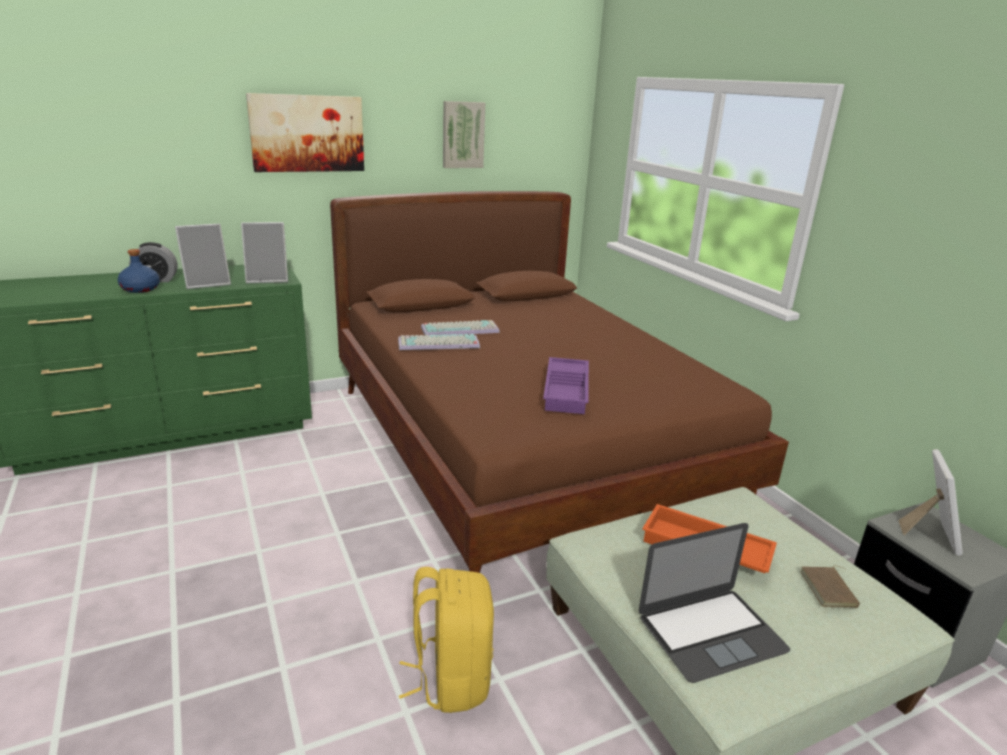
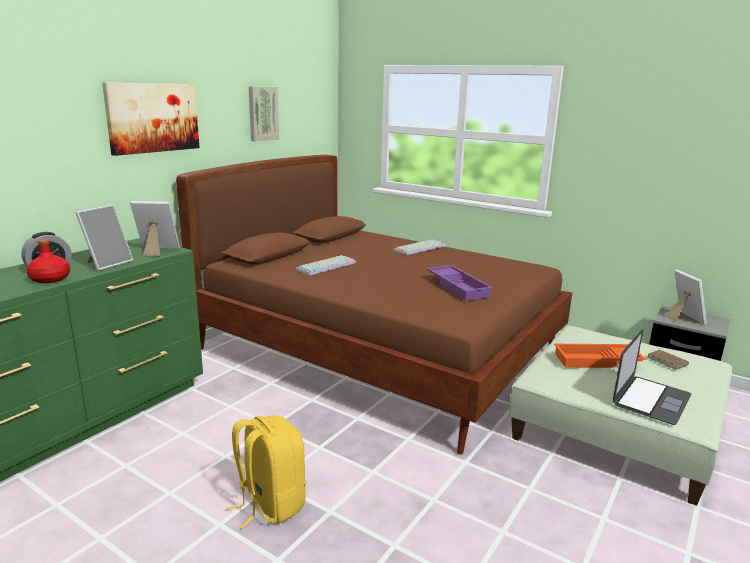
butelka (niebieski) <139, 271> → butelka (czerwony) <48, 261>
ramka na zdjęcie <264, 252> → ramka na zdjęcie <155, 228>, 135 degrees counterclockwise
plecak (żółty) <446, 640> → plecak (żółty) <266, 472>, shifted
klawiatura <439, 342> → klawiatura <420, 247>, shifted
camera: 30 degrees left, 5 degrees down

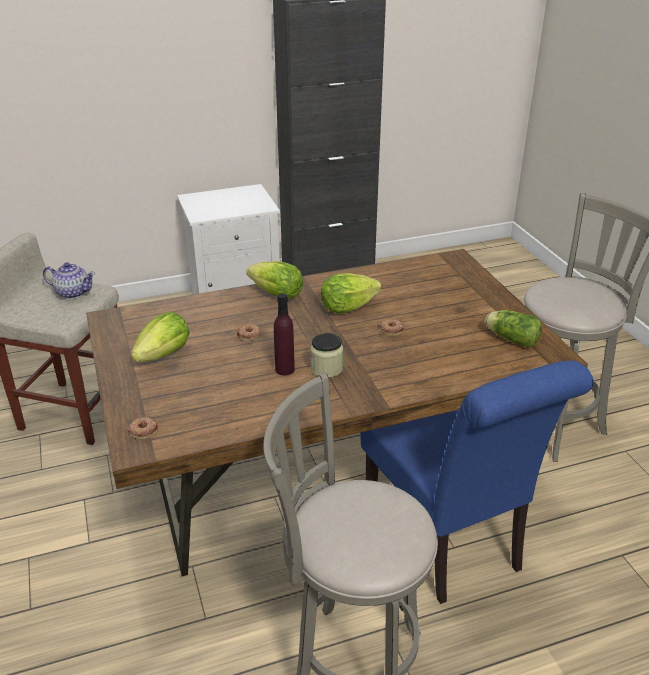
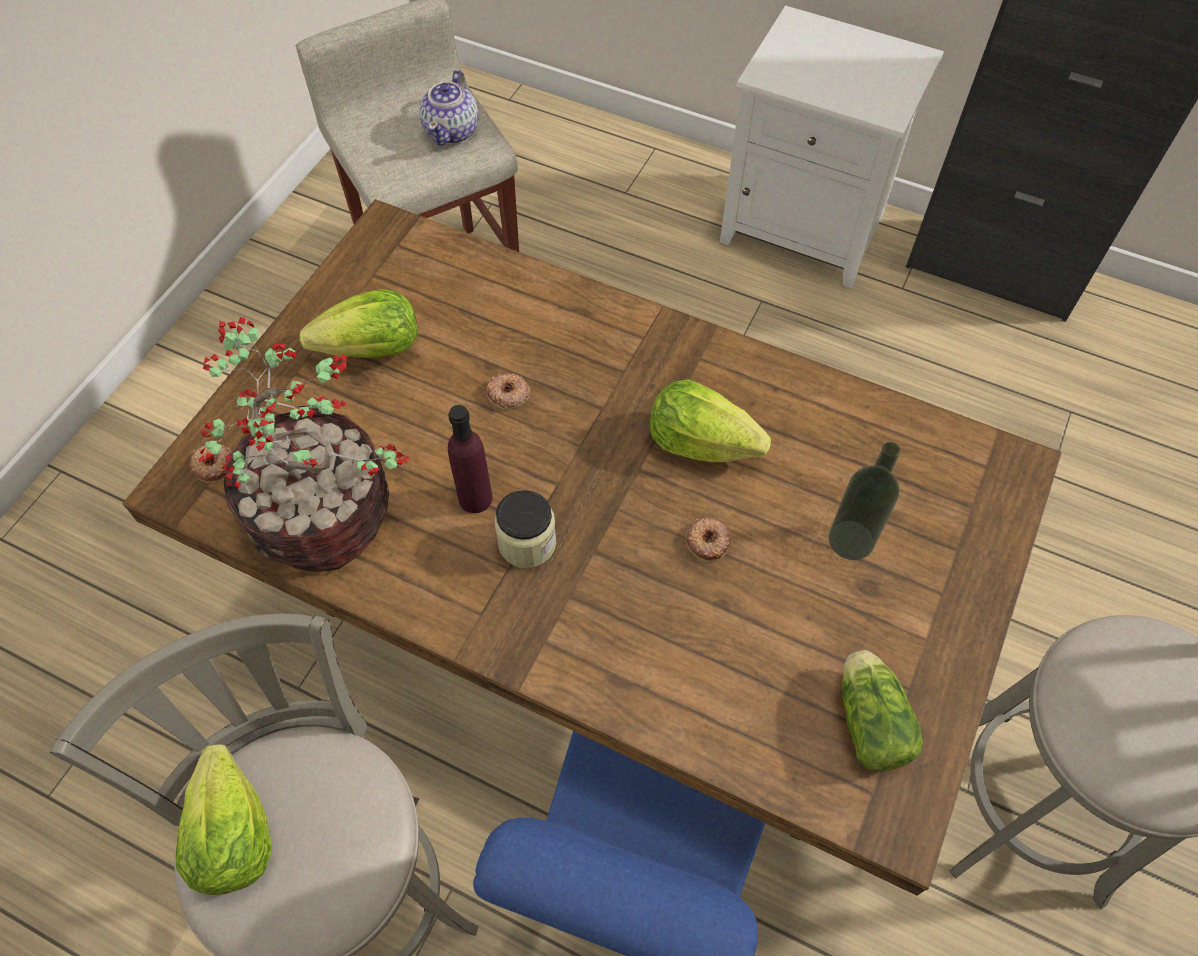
sałata <274, 280> → sałata <224, 819>, shifted
- → roślina doniczkowa <304, 444>
imbryk <69, 280> → imbryk <449, 107>, 45 degrees clockwise
- → butelka <865, 501>
camera: 45 degrees right, 25 degrees up

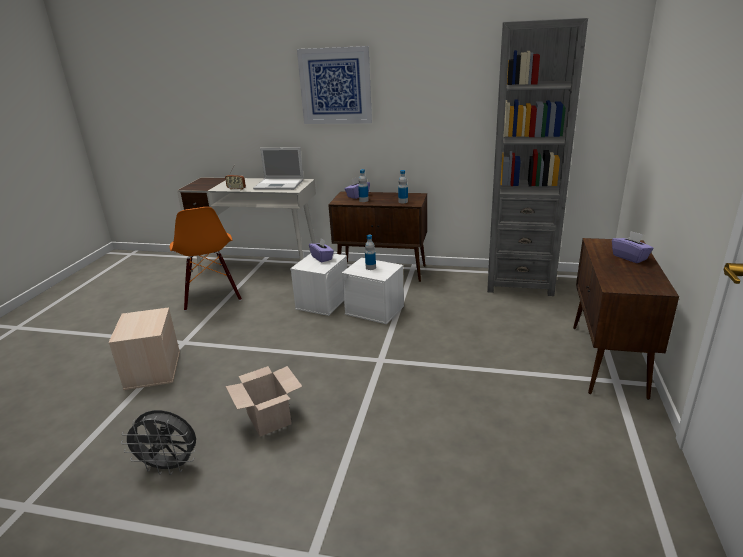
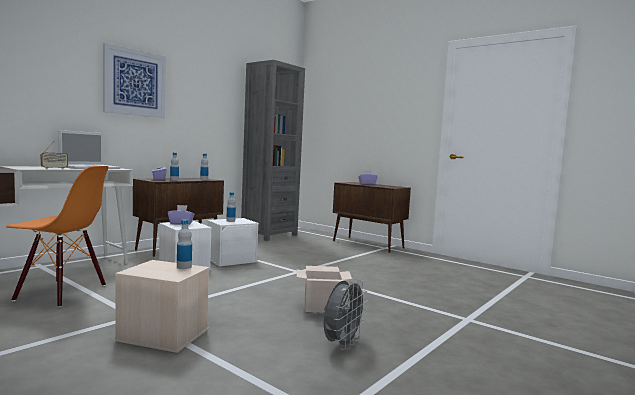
- → butelka <184, 244>
camera: 65 degrees left, 20 degrees down

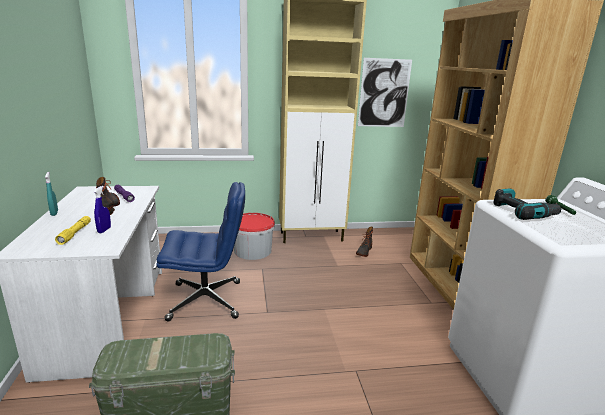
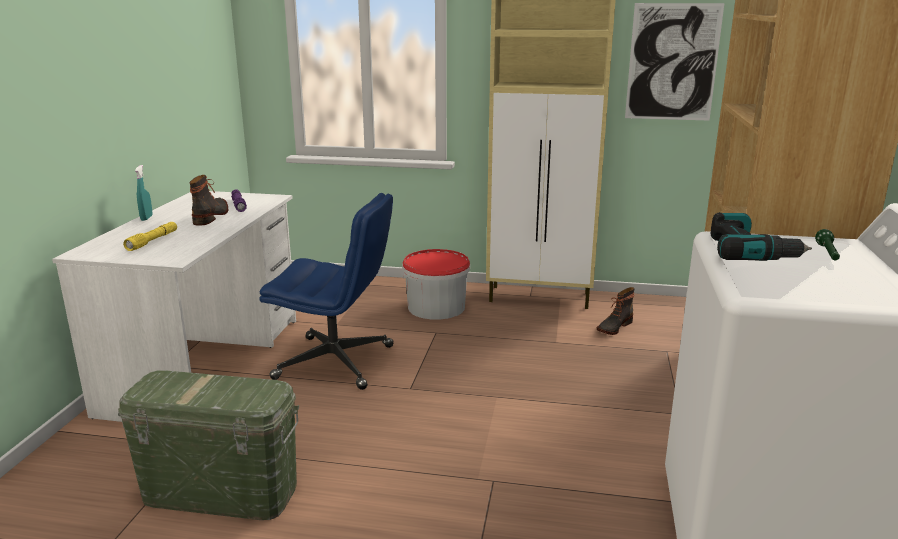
spryskiwacz (niebieski) <102, 209> → -
camera: 20 degrees right, 0 degrees up

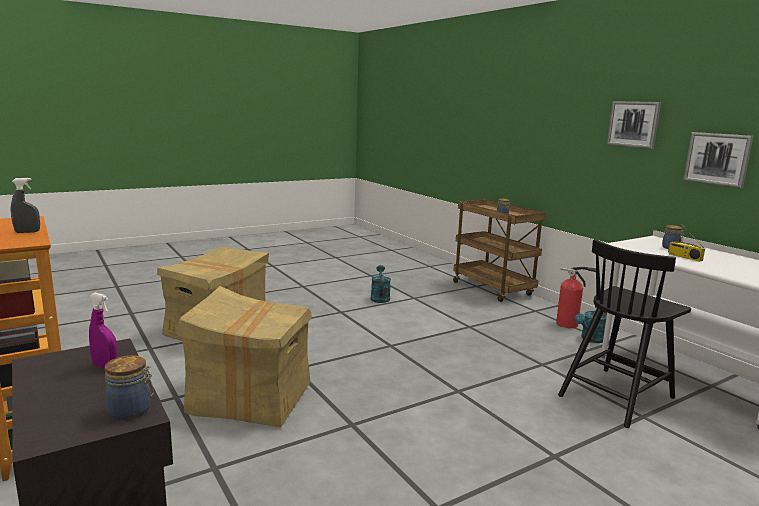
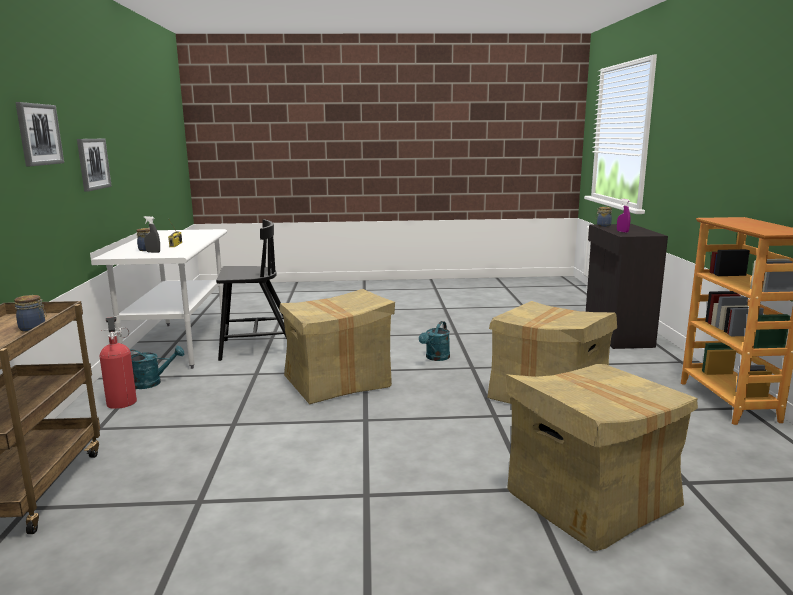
spryskiwacz (szary) <25, 205> → spryskiwacz (szary) <151, 234>, shifted
- → karton <337, 346>
konewka (turkusowy) <381, 284> → konewka (turkusowy) <434, 341>, shifted
camera: 150 degrees left, 0 degrees up

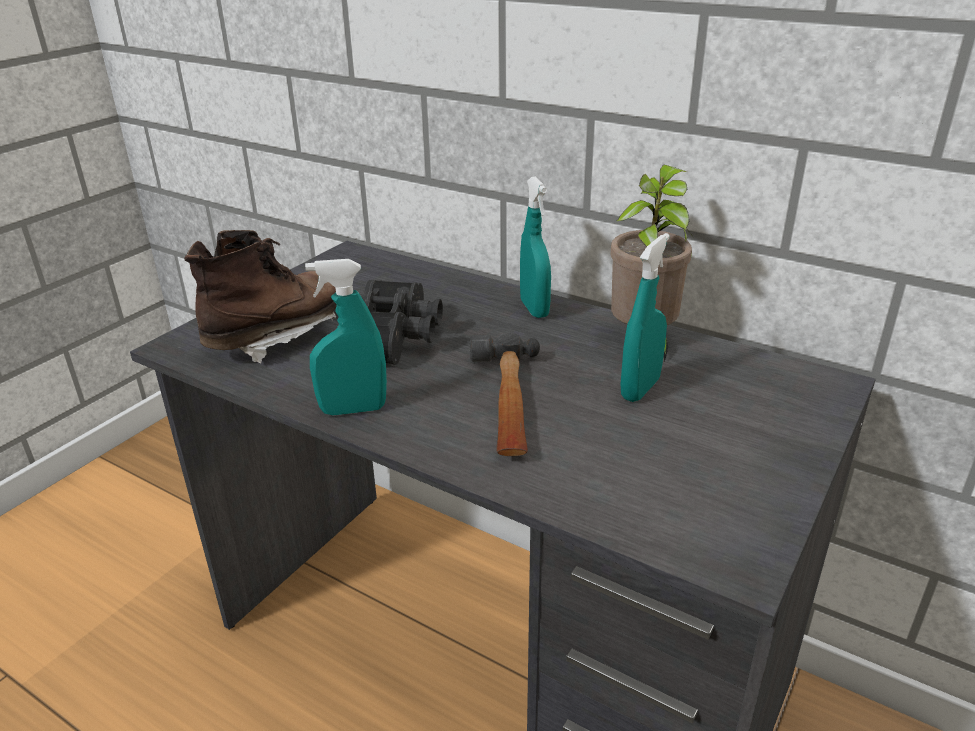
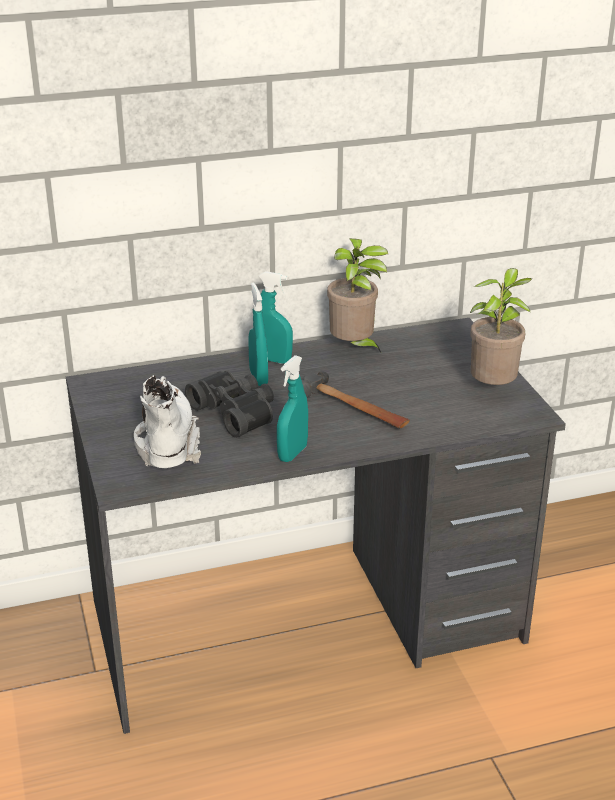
but z cholewką (brązowy) <260, 297> → but z cholewką (biały) <167, 421>
spryskiwacz (turkusowy) <645, 317> → spryskiwacz (turkusowy) <258, 334>, shifted
- → roślina doniczkowa <501, 326>
camera: 50 degrees left, 0 degrees up

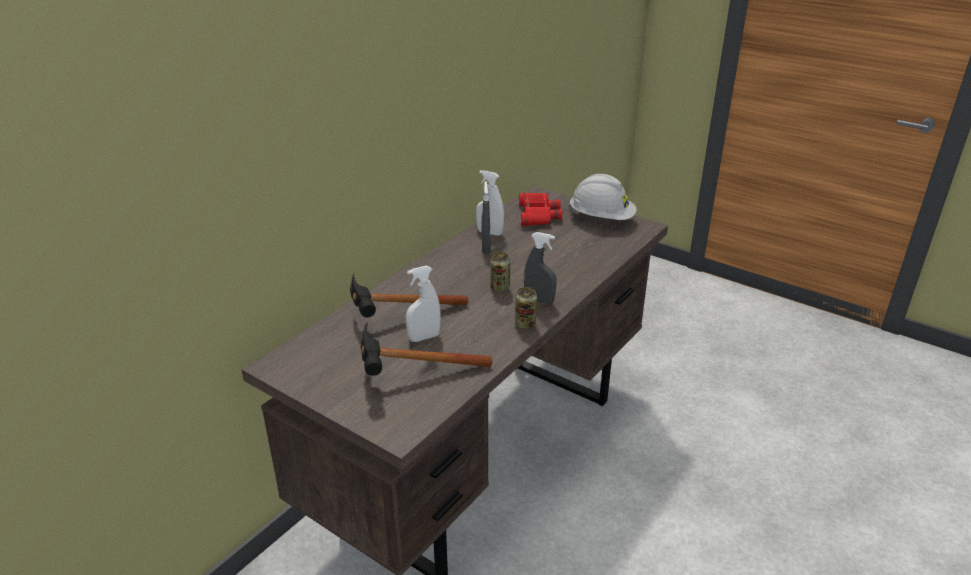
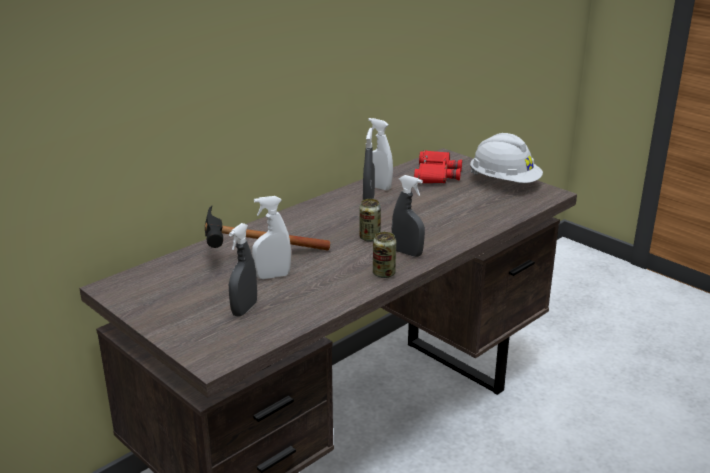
młotek <426, 349> → spryskiwacz (szary) <243, 270>
camera: 10 degrees right, 5 degrees down

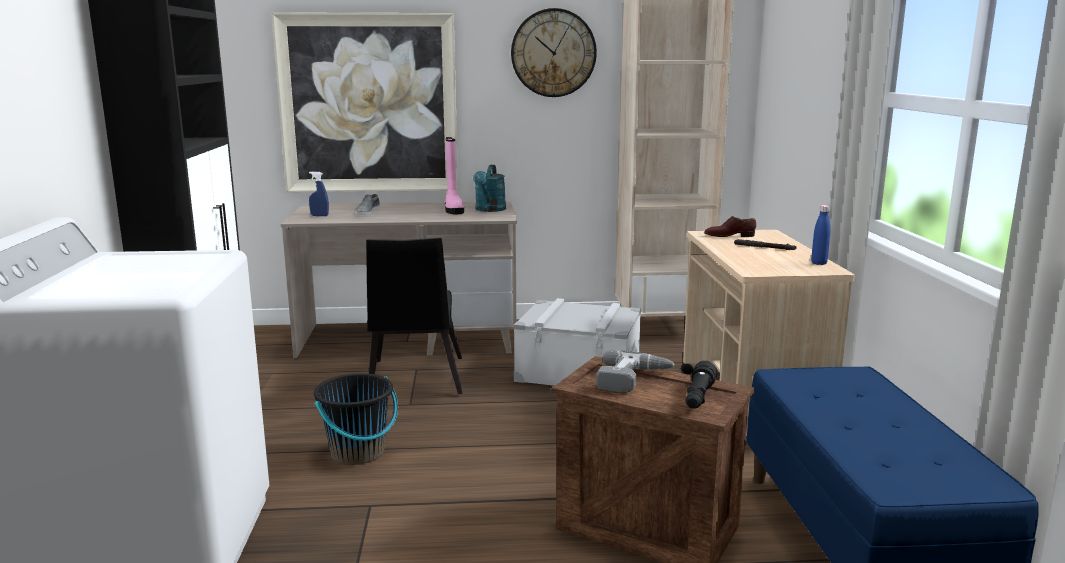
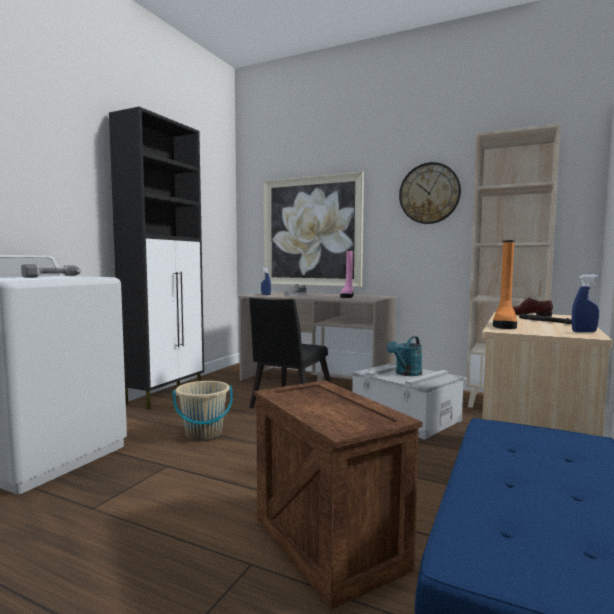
wiertarka <635, 371> → wiertarka <51, 271>, shifted
wiadro (czarny) <356, 419> → wiadro (beżowy) <203, 411>
konewka (turkusowy) <489, 188> → konewka (turkusowy) <404, 356>, shifted
- → but z cholewką (pomarańczowy) <505, 284>
butelka (niebieski) <820, 235> → spryskiwacz (niebieski) <585, 303>
latarka (czarny) <701, 385> → -
camera: 30 degrees right, 10 degrees down

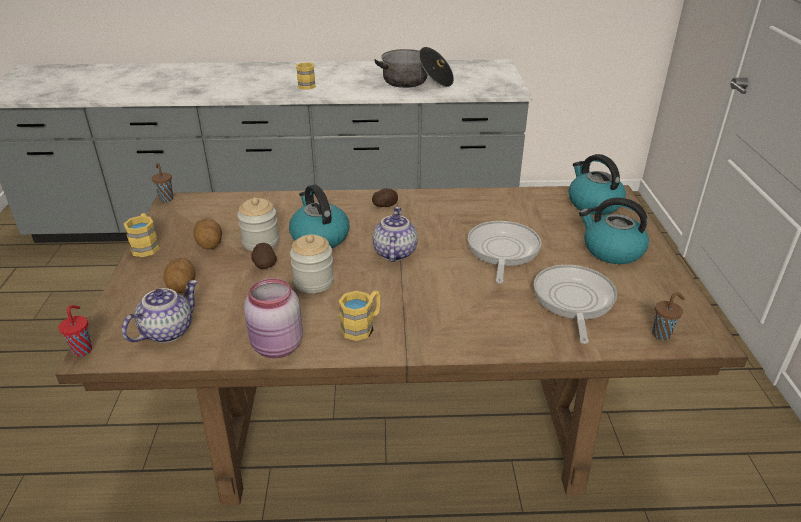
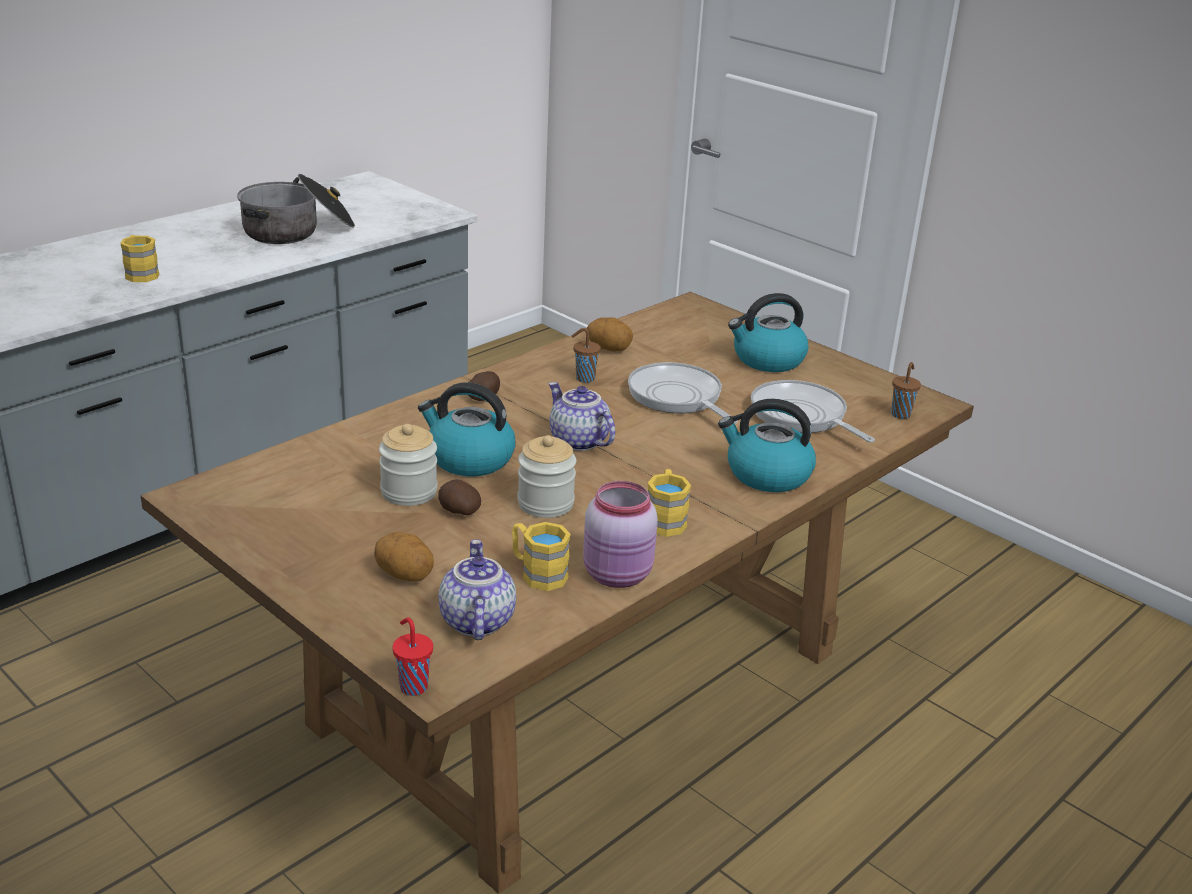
kubek (żółty) <142, 235> → kubek (żółty) <541, 556>, shifted
filiżanka (brązowy) <162, 182> → filiżanka (brązowy) <586, 355>, shifted
ziemniak <207, 234> → ziemniak <610, 334>, shifted
czajnik <597, 184> → czajnik <767, 445>, shifted
camera: 45 degrees left, 5 degrees down

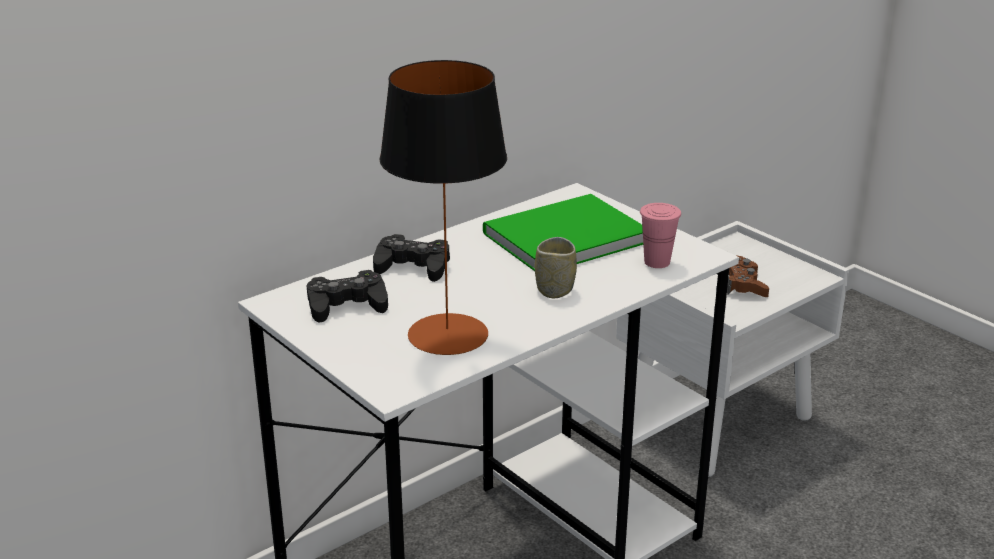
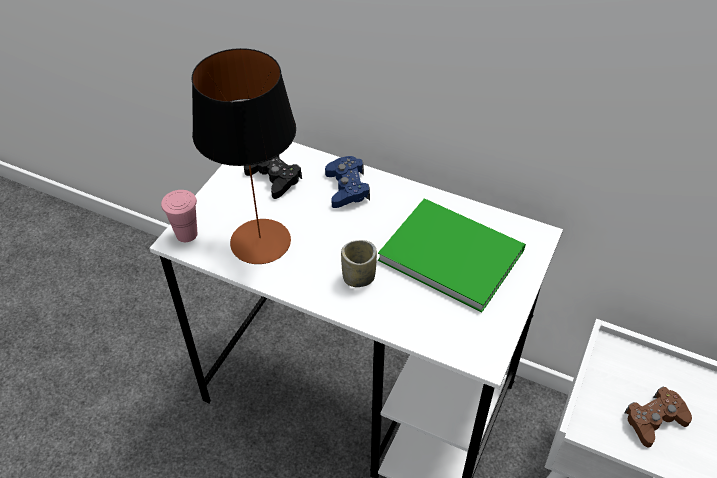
filiżanka (różowy) <660, 235> → filiżanka (różowy) <179, 216>, shifted
pad do gier (czarny) <411, 258> → pad do gier (niebieski) <347, 182>
camera: 65 degrees right, 20 degrees up

